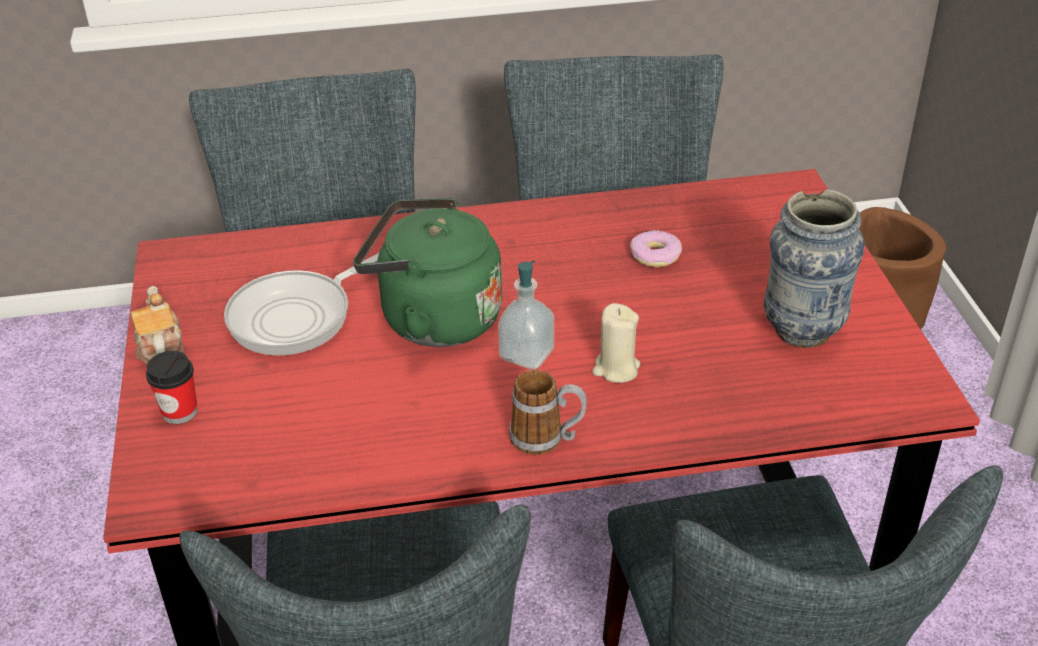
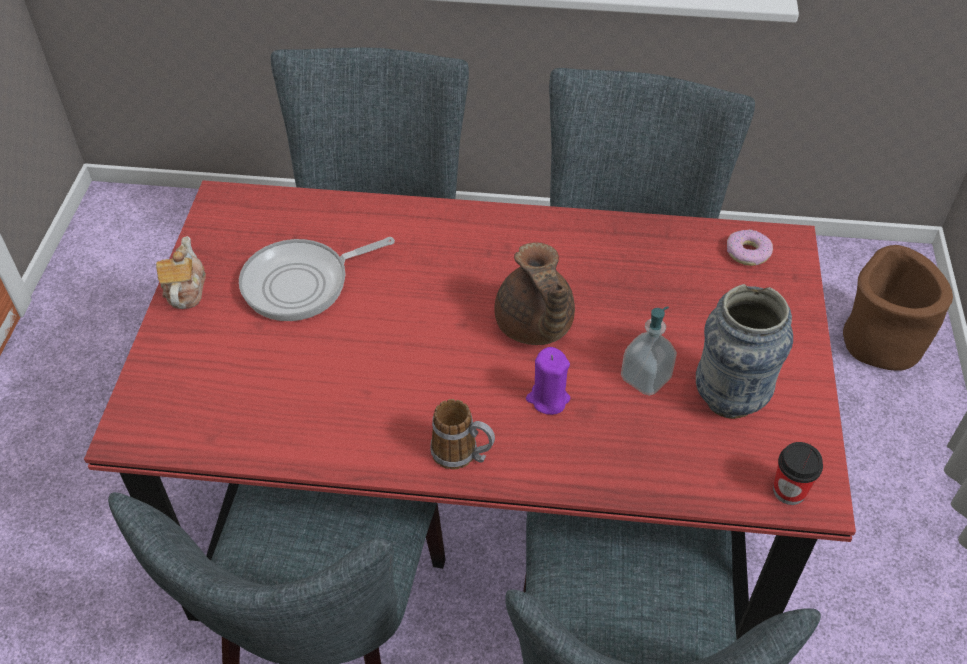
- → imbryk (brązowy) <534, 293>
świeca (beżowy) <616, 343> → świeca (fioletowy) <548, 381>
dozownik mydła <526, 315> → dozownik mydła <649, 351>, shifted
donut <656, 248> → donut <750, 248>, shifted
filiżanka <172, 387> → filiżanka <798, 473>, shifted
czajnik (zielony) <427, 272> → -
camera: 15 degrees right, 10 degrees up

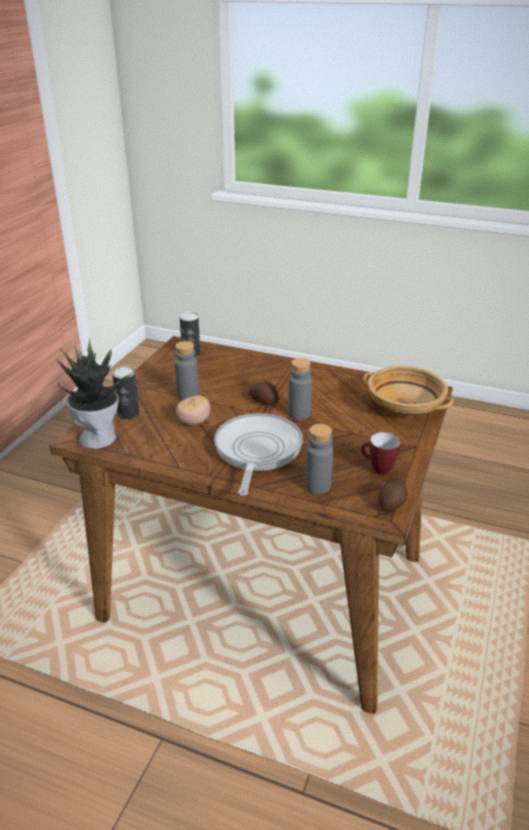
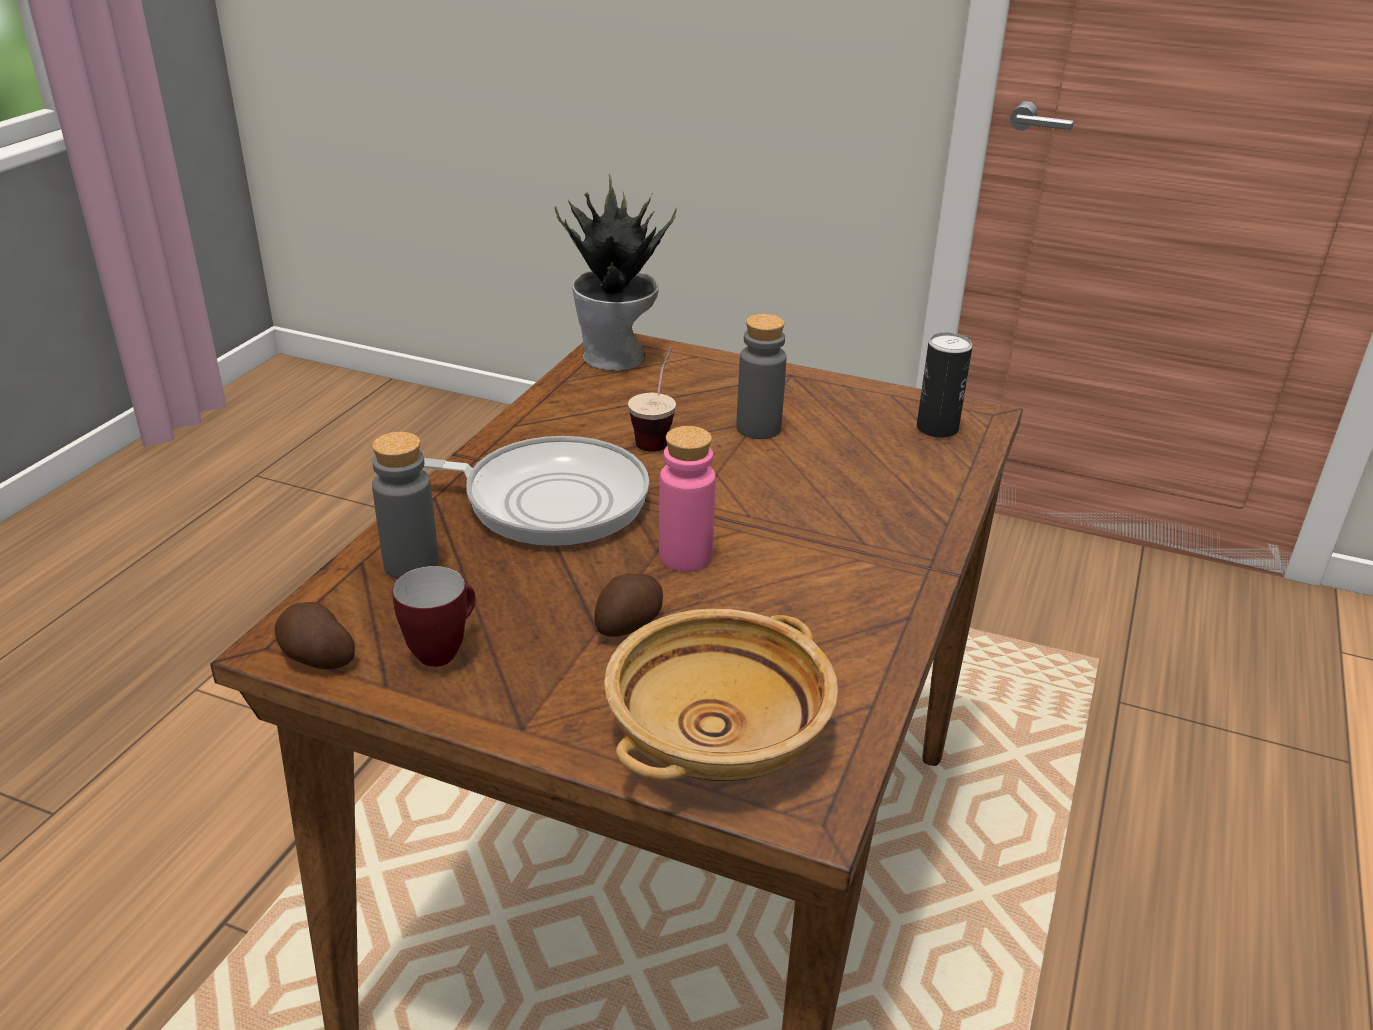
ziemniak <264, 393> → ziemniak <628, 605>, shifted
pomidor <193, 410> → filiżanka <652, 399>
butelka (szary) <300, 389> → butelka (różowy) <687, 499>
puszka <125, 392> → -
camera: 90 degrees right, 0 degrees up

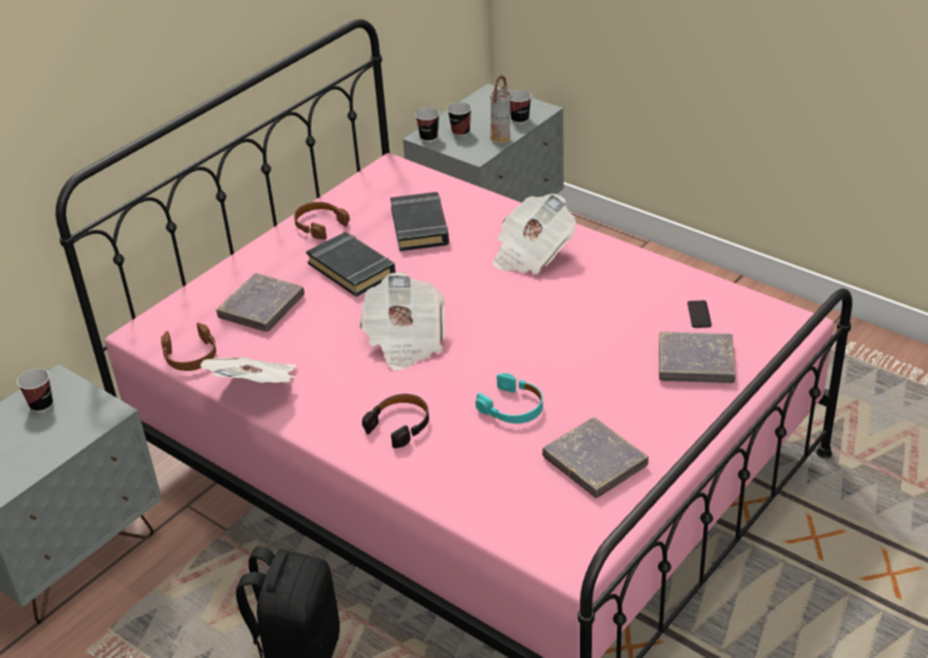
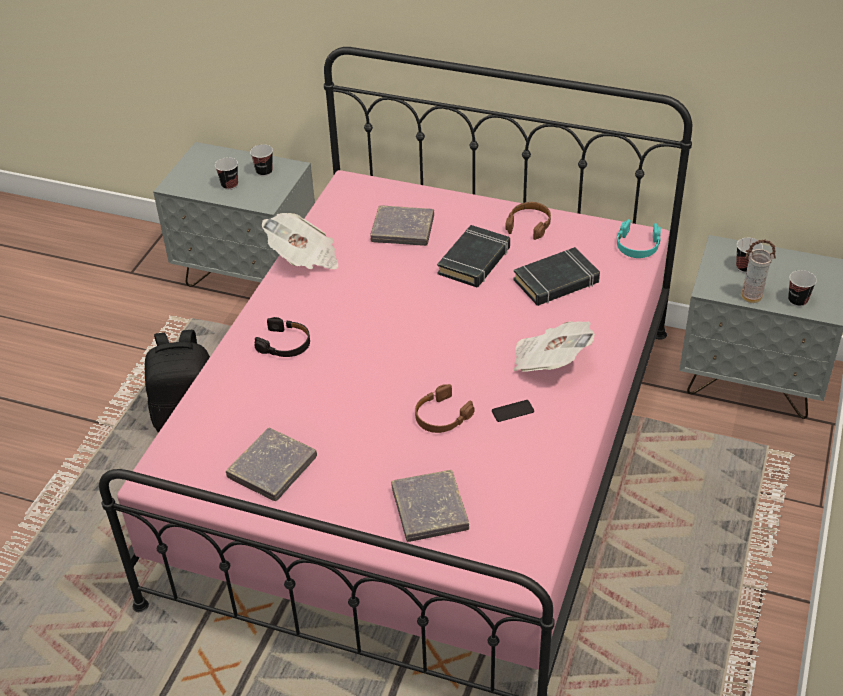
filiżanka <427, 125> → filiżanka <226, 173>, shifted
słuchawki (brązowy) <188, 347> → słuchawki (brązowy) <444, 408>, shifted
telefon <699, 314> → telefon <513, 411>, shifted
słuchawki (turkusowy) <509, 398> → słuchawki (turkusowy) <639, 238>, shifted
gazeta <402, 321> → -
camera: 70 degrees right, 5 degrees up

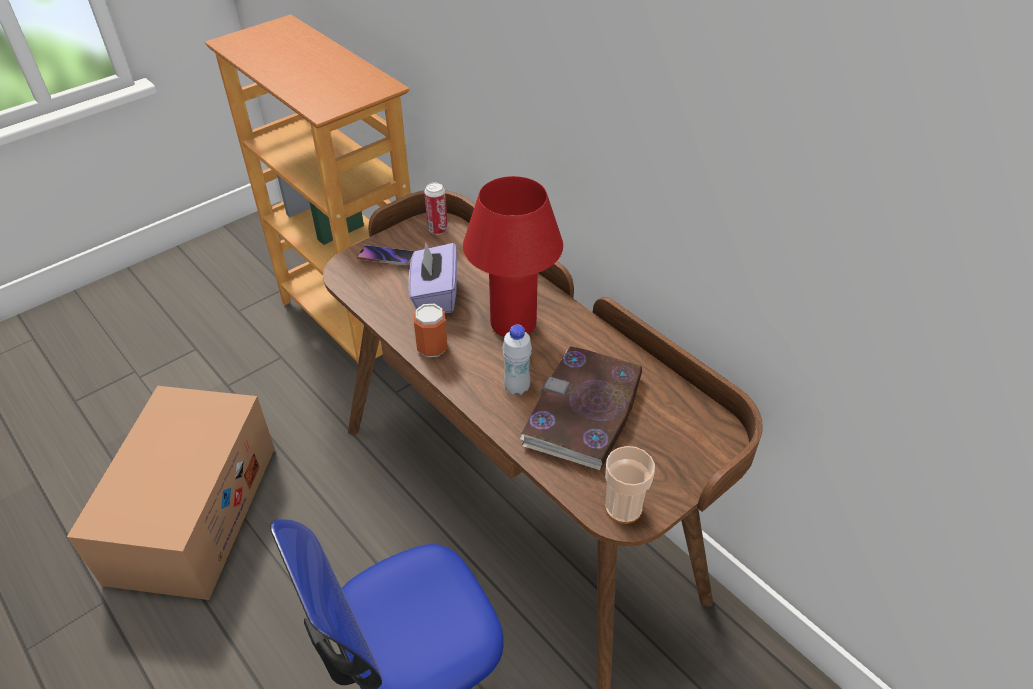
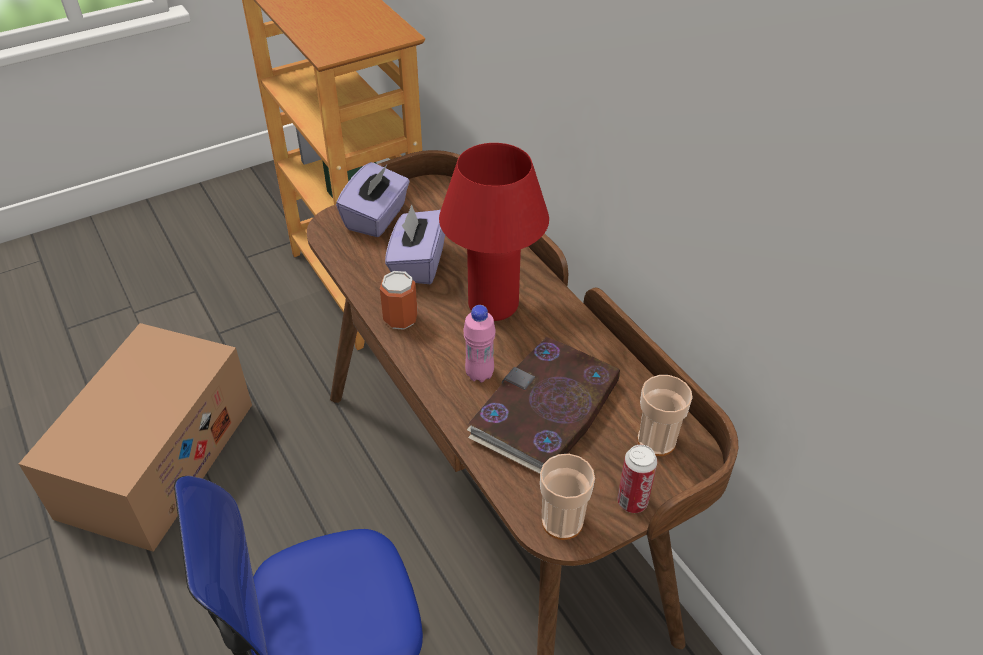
telefon <386, 255> → pudełko chusteczek (fioletowy) <373, 199>
butelka (biały) <517, 359> → butelka (różowy) <479, 343>
puszka <436, 208> → puszka <637, 479>, shifted
- → filiżanka <665, 415>
camera: 10 degrees right, 0 degrees up

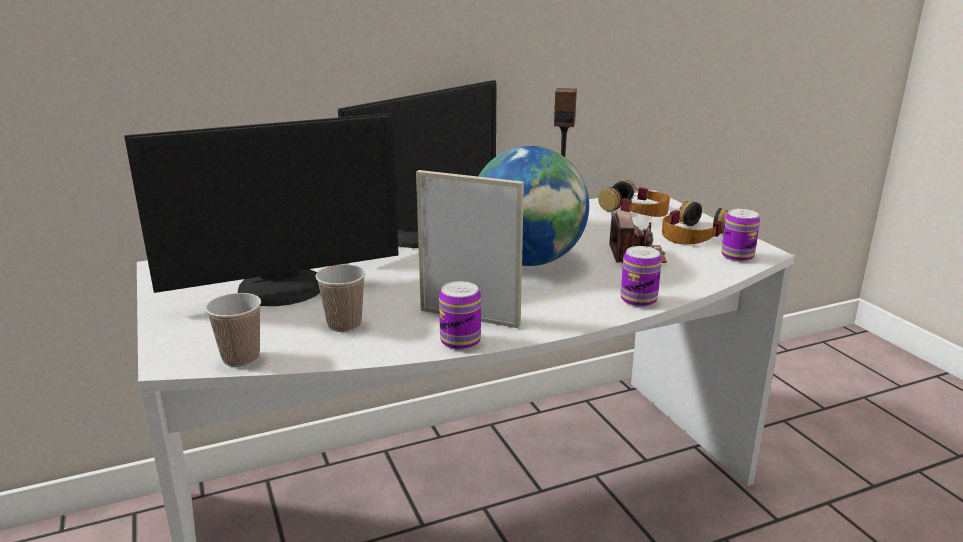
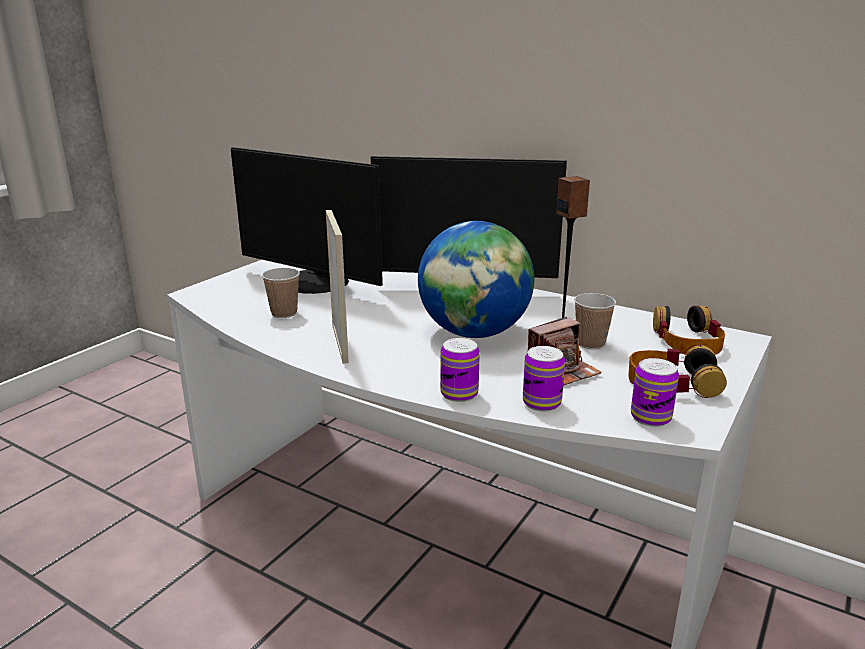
puszka <460, 315> → puszka <544, 379>, shifted
filiżanka <233, 330> → filiżanka <595, 321>, shifted
camera: 55 degrees right, 0 degrees up

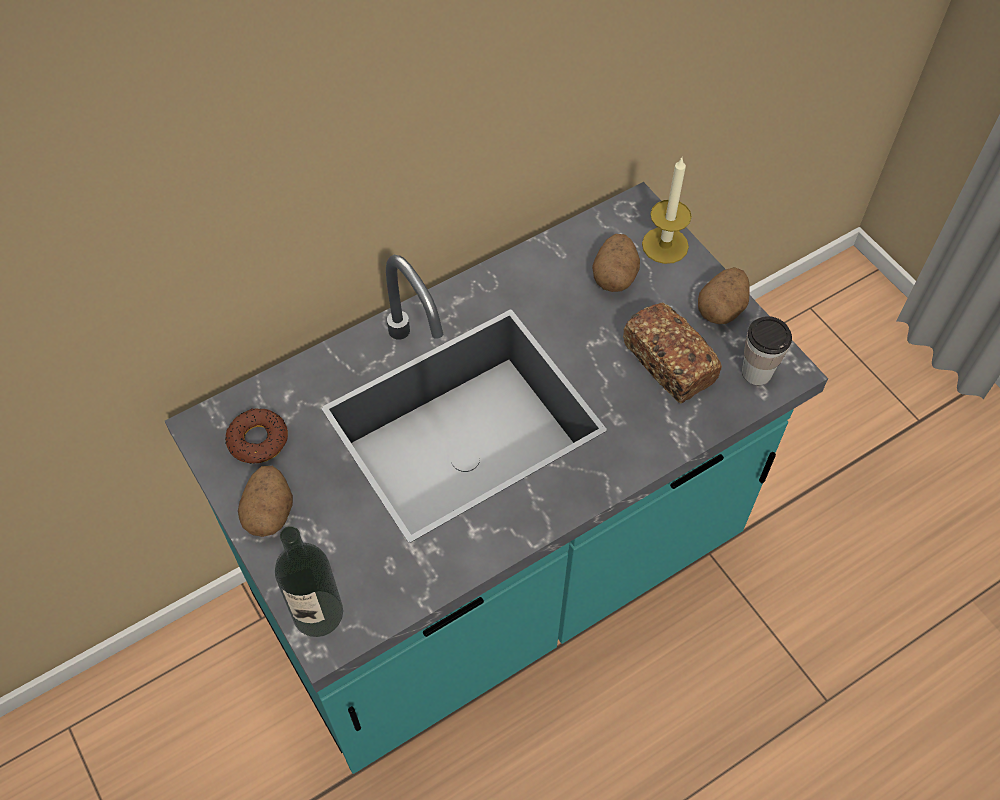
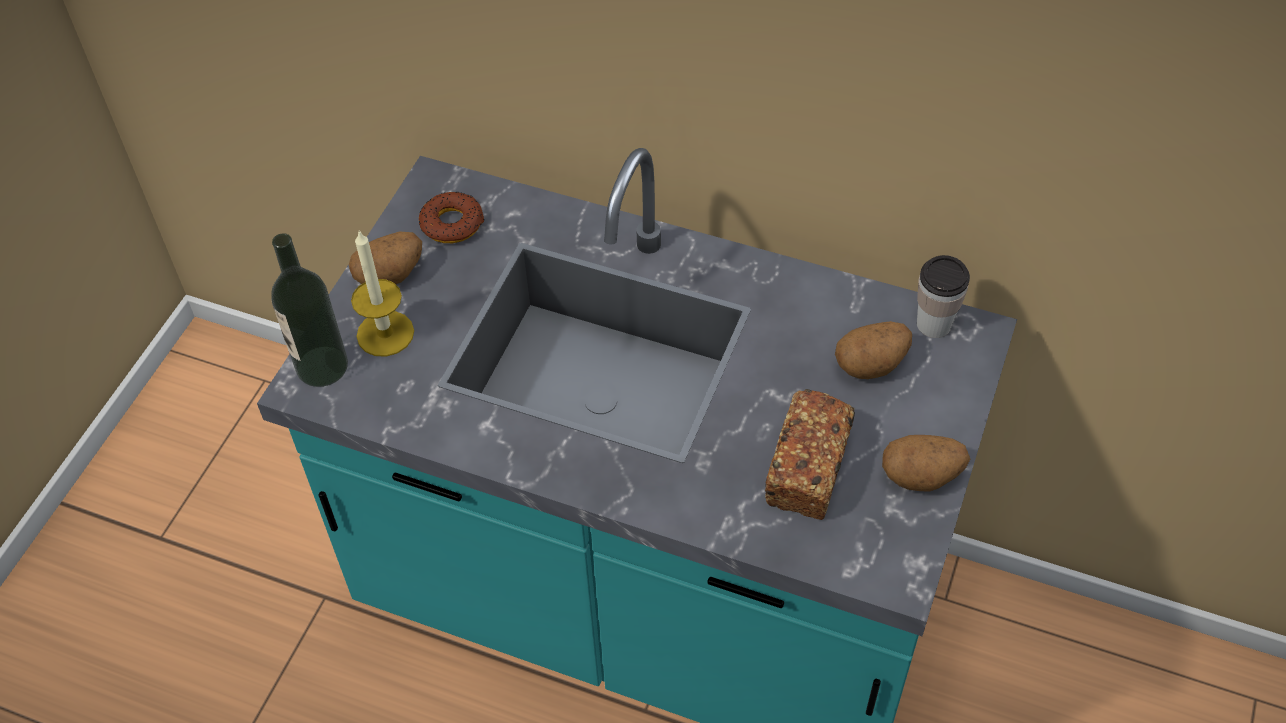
świeca <667, 210> → świeca <382, 293>, shifted
filiżanka <767, 350> → filiżanka <943, 296>, shifted
camera: 55 degrees right, 5 degrees down

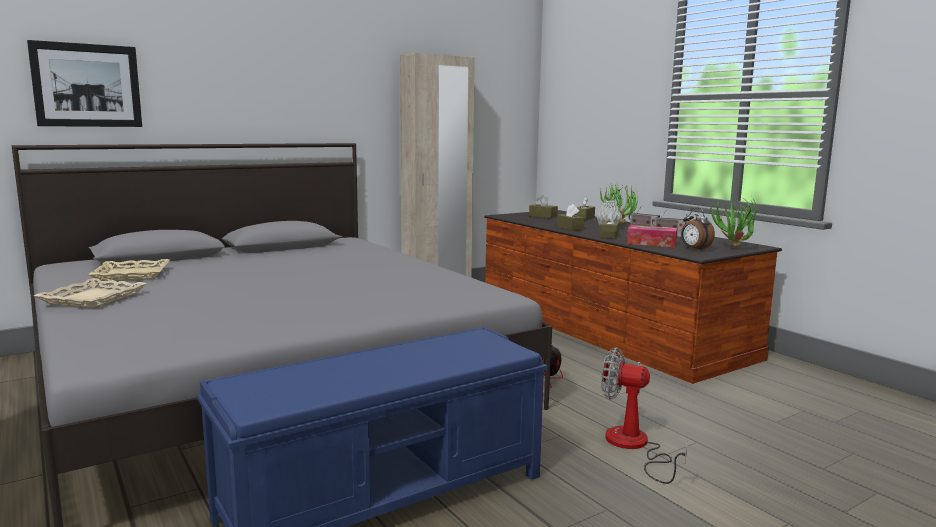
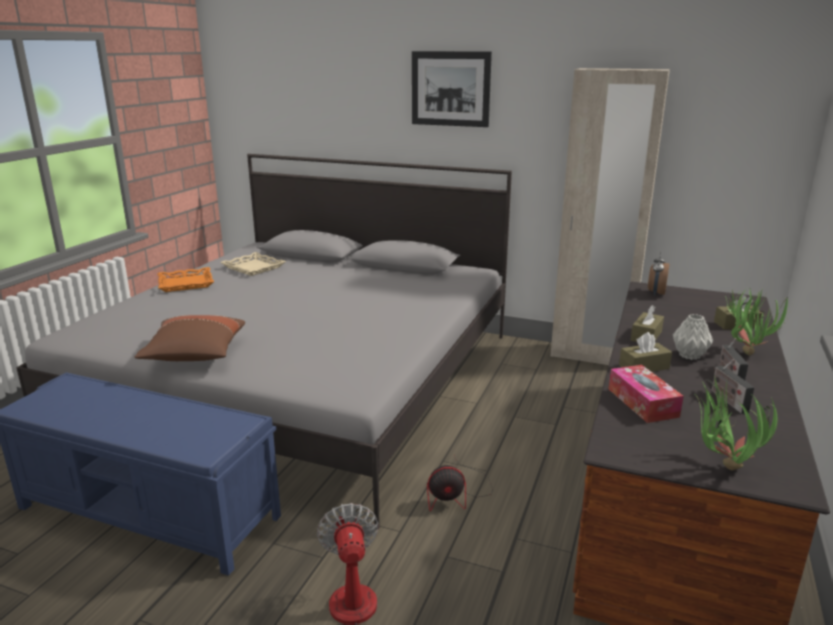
- → poduszka (brązowy) <190, 338>
taca (beżowy) <90, 293> → taca (pomarańczowy) <185, 279>
obraz <84, 83> → obraz <452, 89>, shifted
budzik <698, 229> → budzik <658, 274>, shifted
pudełko chusteczek (brązowy) <543, 207> → -
camera: 55 degrees right, 10 degrees up

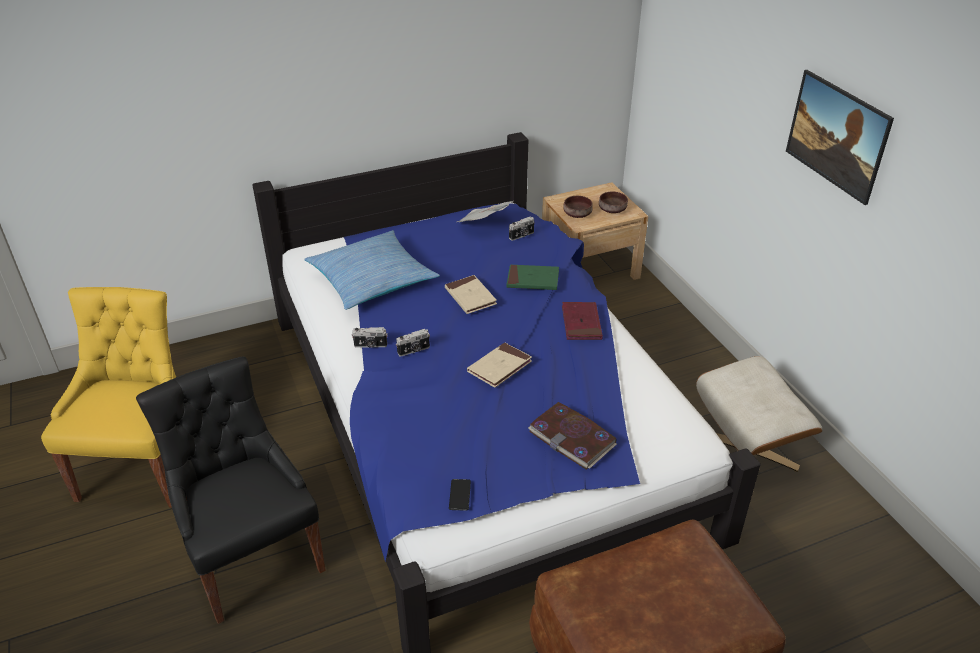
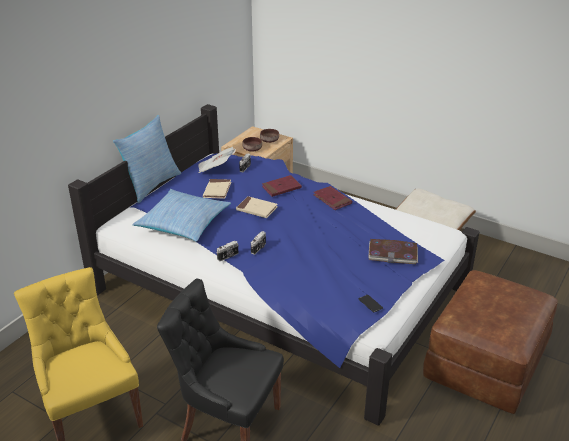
- → poduszka <147, 159>
książka (beżowy) <499, 365> → książka (beżowy) <217, 189>, shifted
książka (zielony) <533, 277> → książka (czerwony) <282, 186>
obraz <840, 137> → -
camera: 35 degrees left, 5 degrees down

